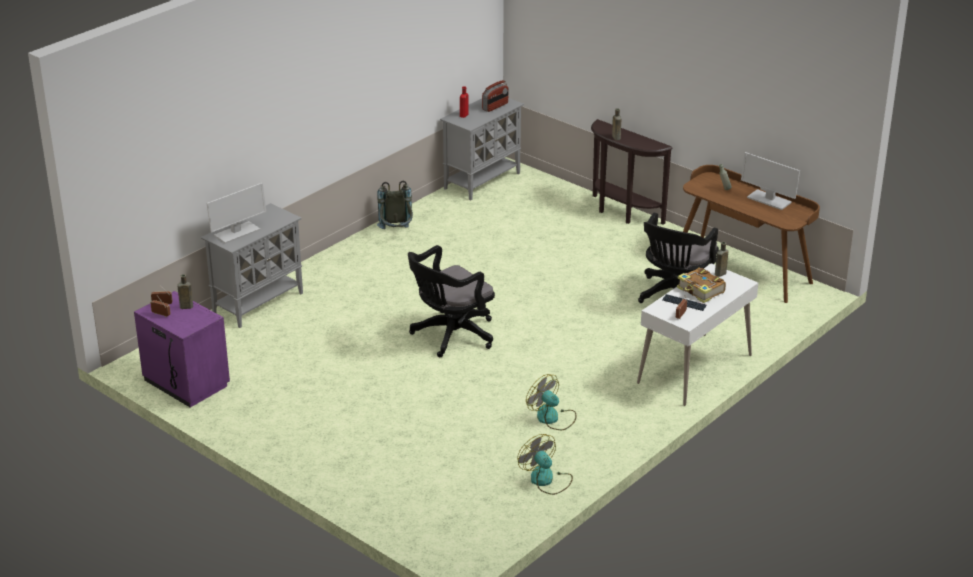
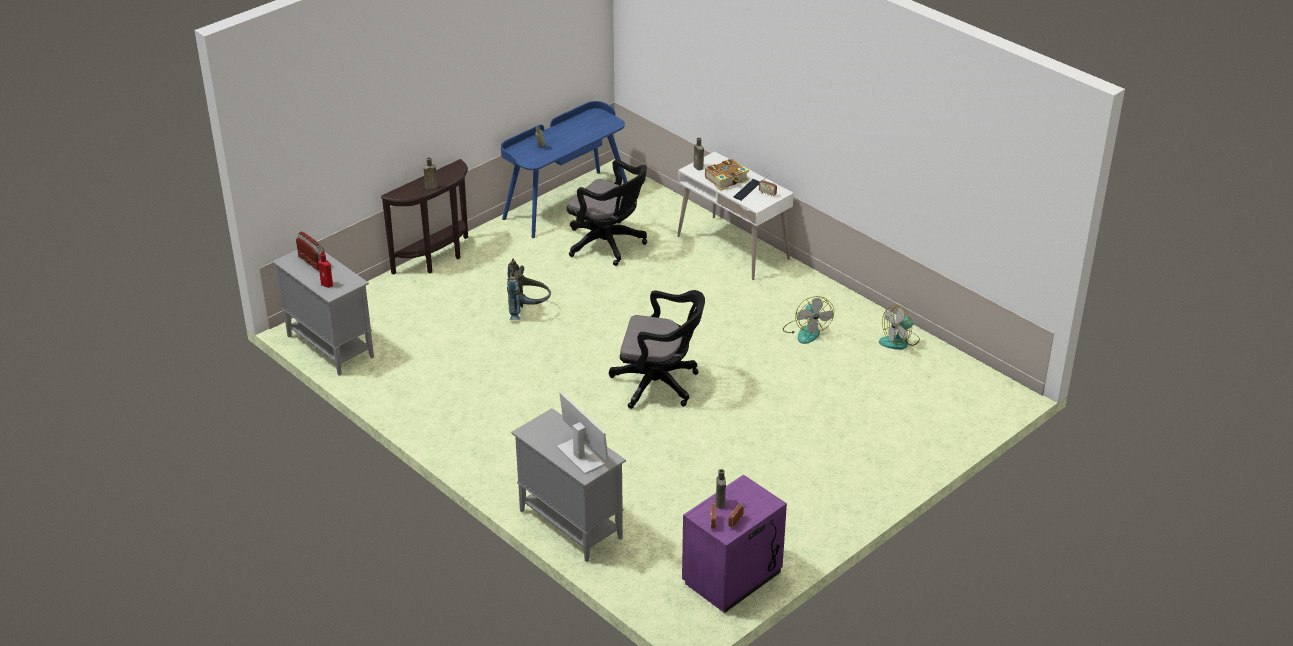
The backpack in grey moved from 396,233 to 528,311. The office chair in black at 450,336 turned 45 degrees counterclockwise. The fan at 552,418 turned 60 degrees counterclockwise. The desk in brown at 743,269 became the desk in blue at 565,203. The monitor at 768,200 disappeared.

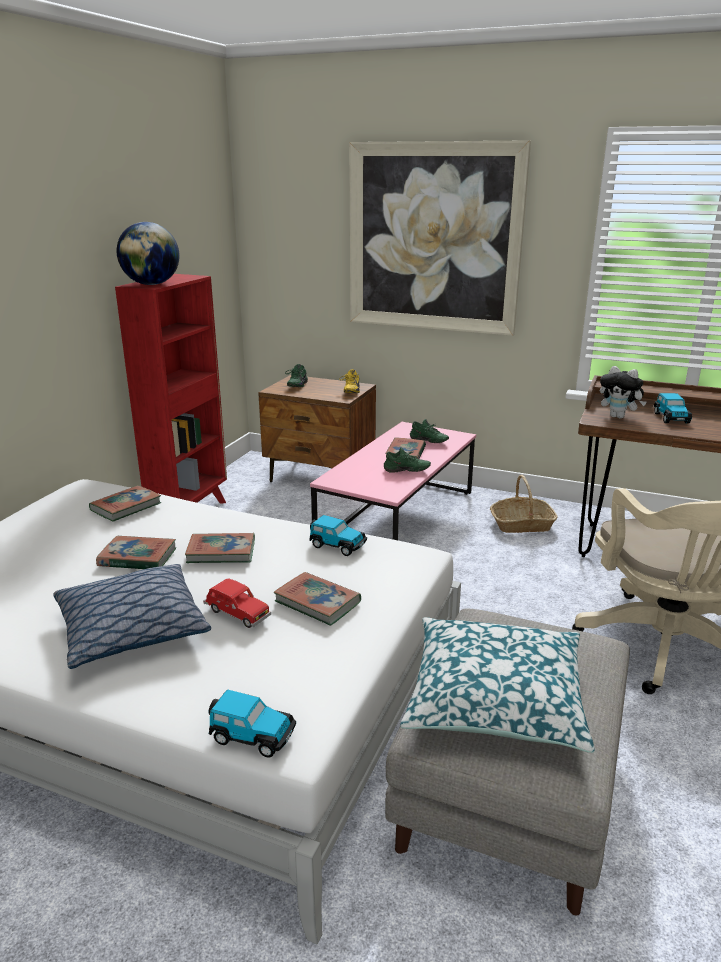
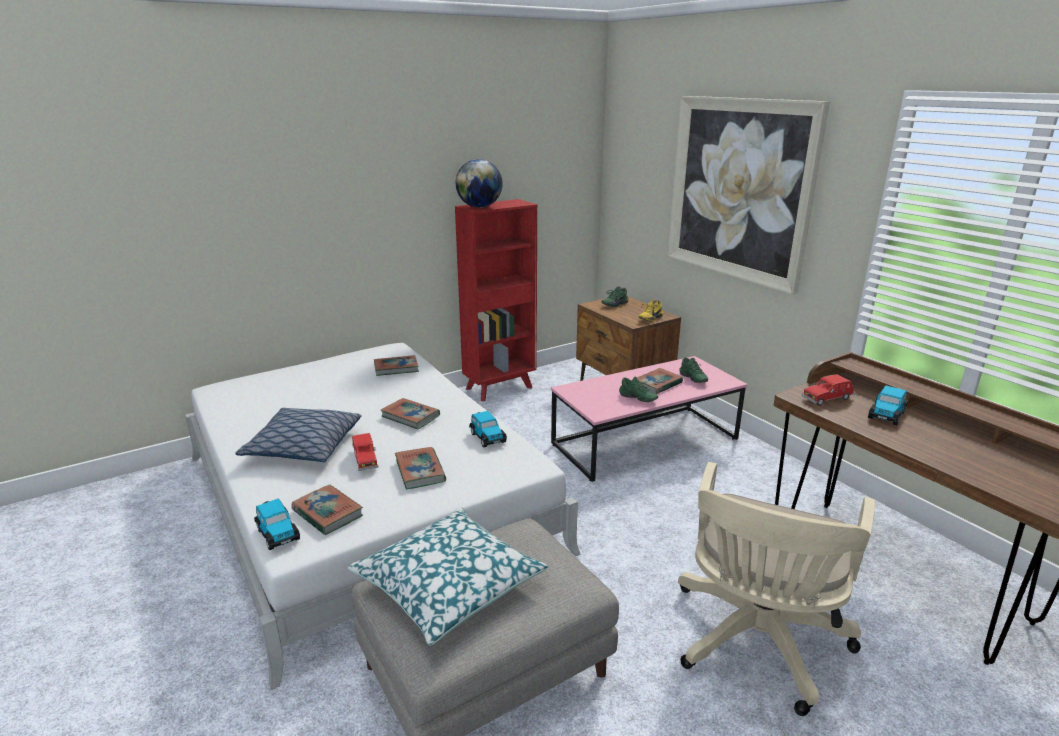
The book moved from 137,558 to 327,513. The basket at 522,524 disappeared. The plush toy at 619,417 was replaced by the toy car in red at 827,399.

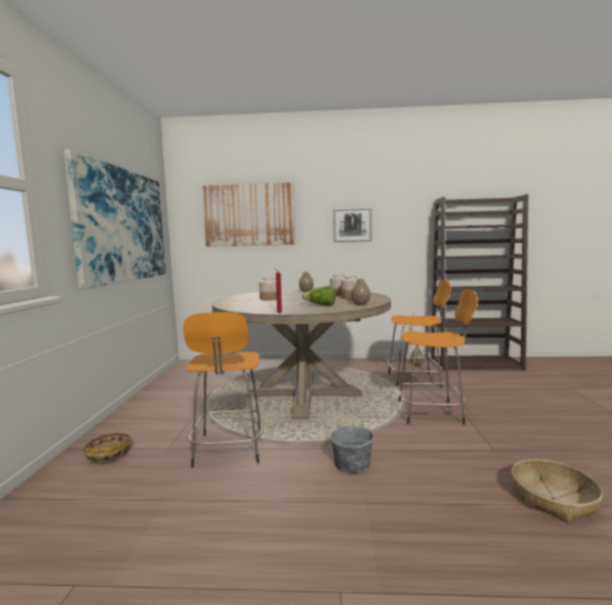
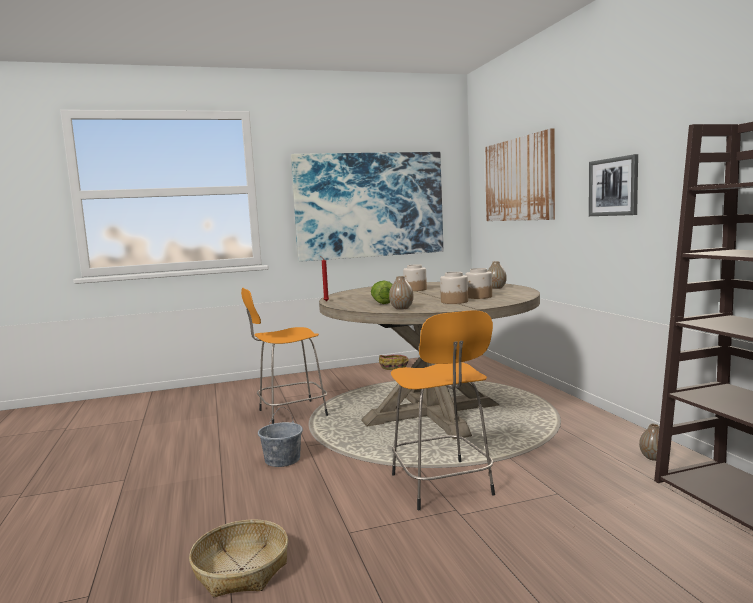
The basket moved from 108,454 to 394,366. The stool in orange at 416,380 disappeared.

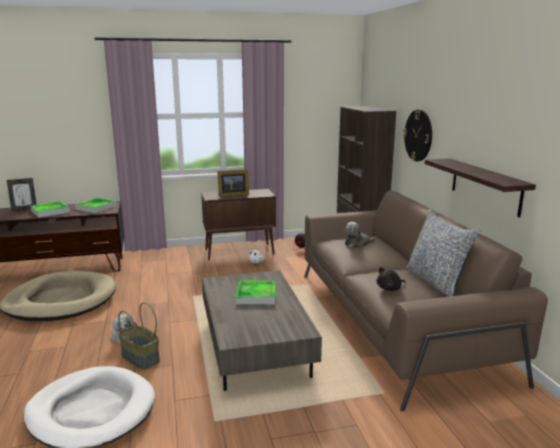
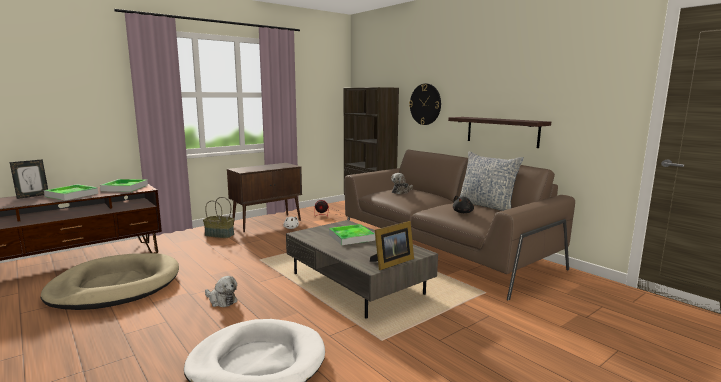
The basket moved from 139,358 to 219,235. The picture frame moved from 232,195 to 391,263.

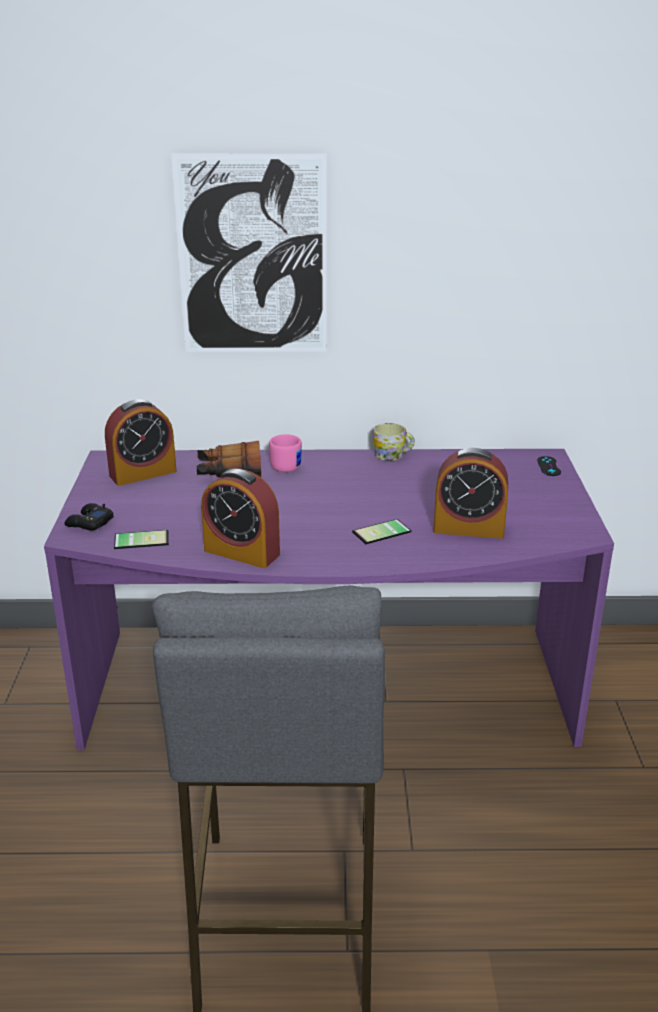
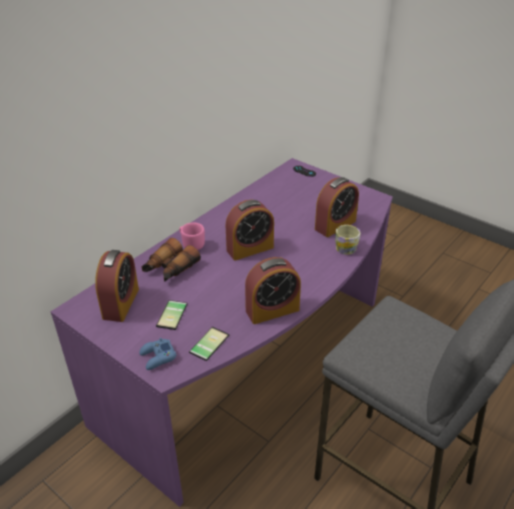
The game controller in black at 89,523 became the game controller in blue at 157,357. The picture at 252,257 disappeared. The phone moved from 383,533 to 174,315. The mug moved from 393,455 to 347,247. The alarm clock at 250,249 appeared.

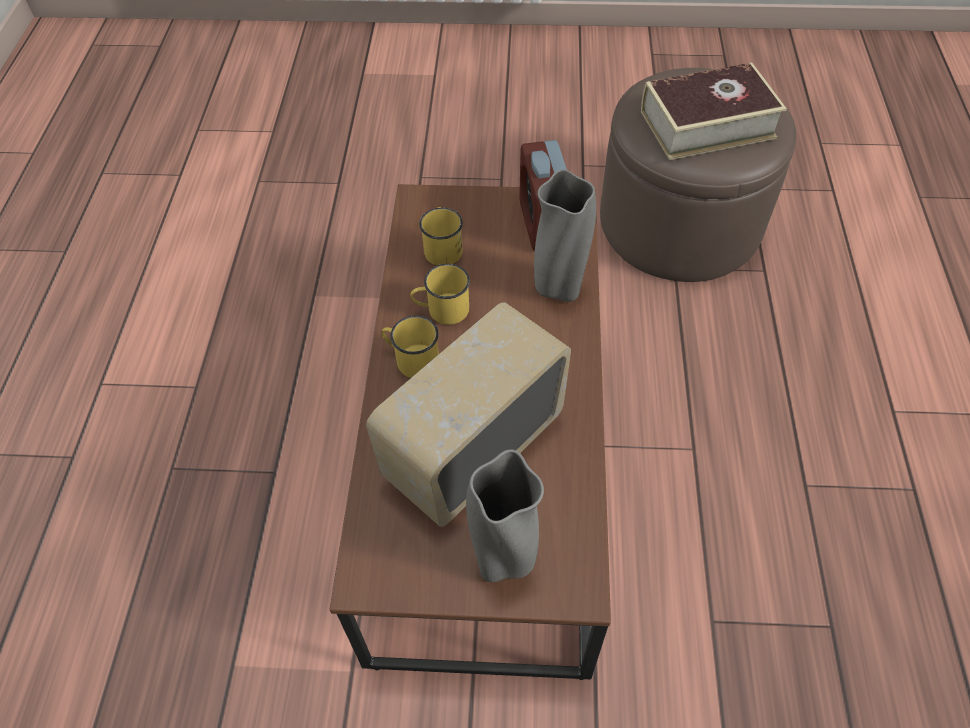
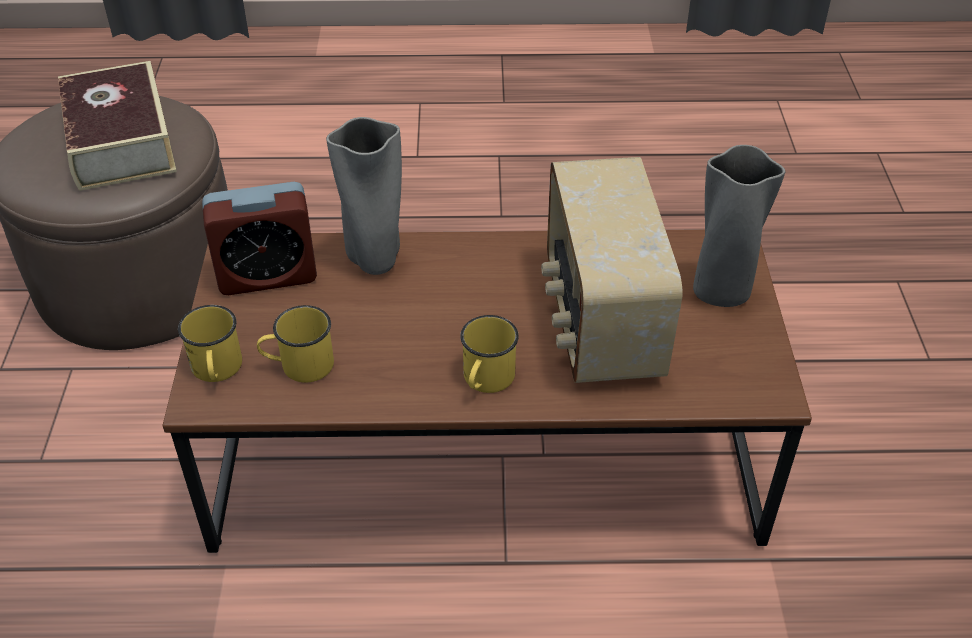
The radio at 472,447 turned 45 degrees clockwise. The mug in yellow moved from 442,310 to 217,370.

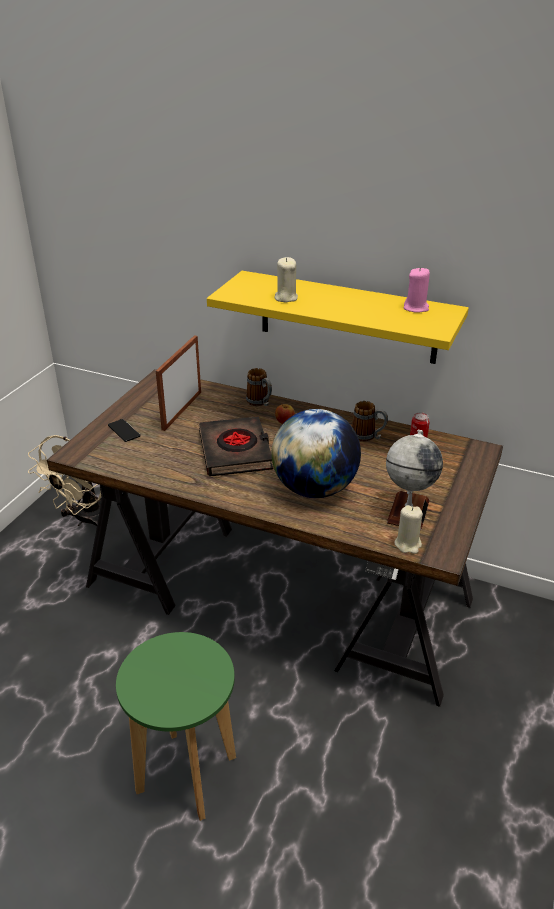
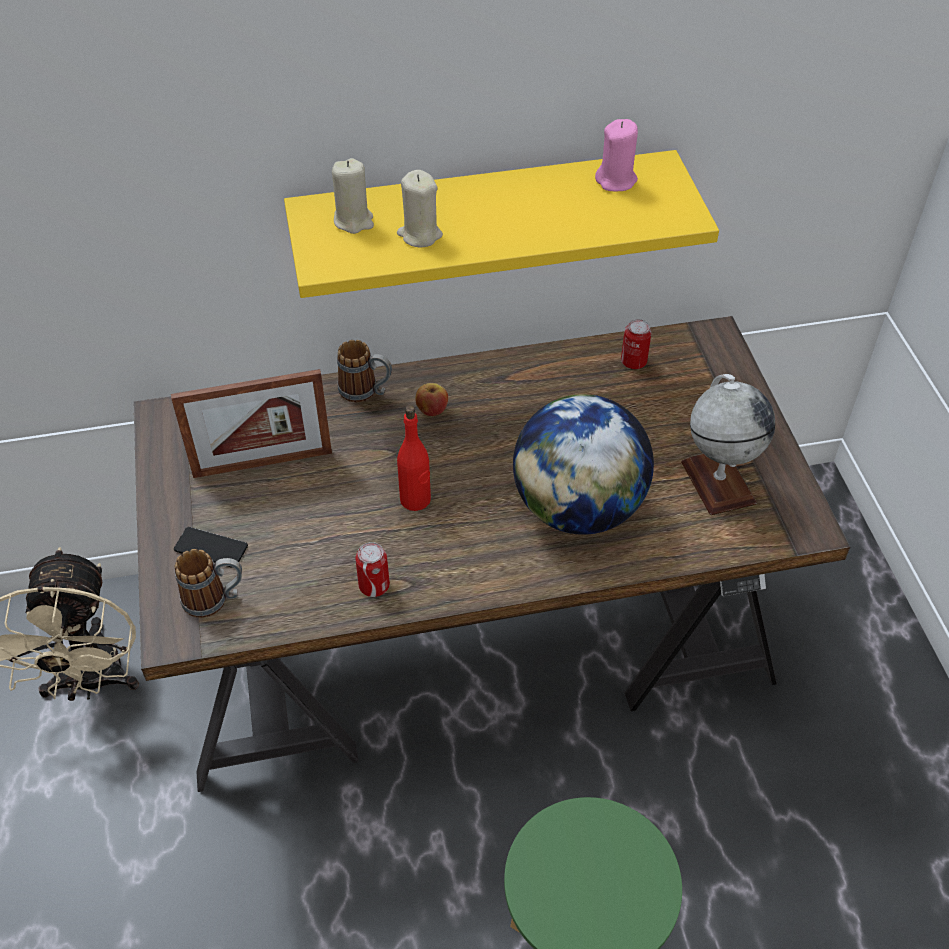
The picture frame at 182,410 turned 90 degrees counterclockwise. The book in black at 235,451 was replaced by the bottle in red at 415,499. The mug moved from 368,437 to 215,599. The candle in beige moved from 408,544 to 354,220. The can at 374,586 appeared.

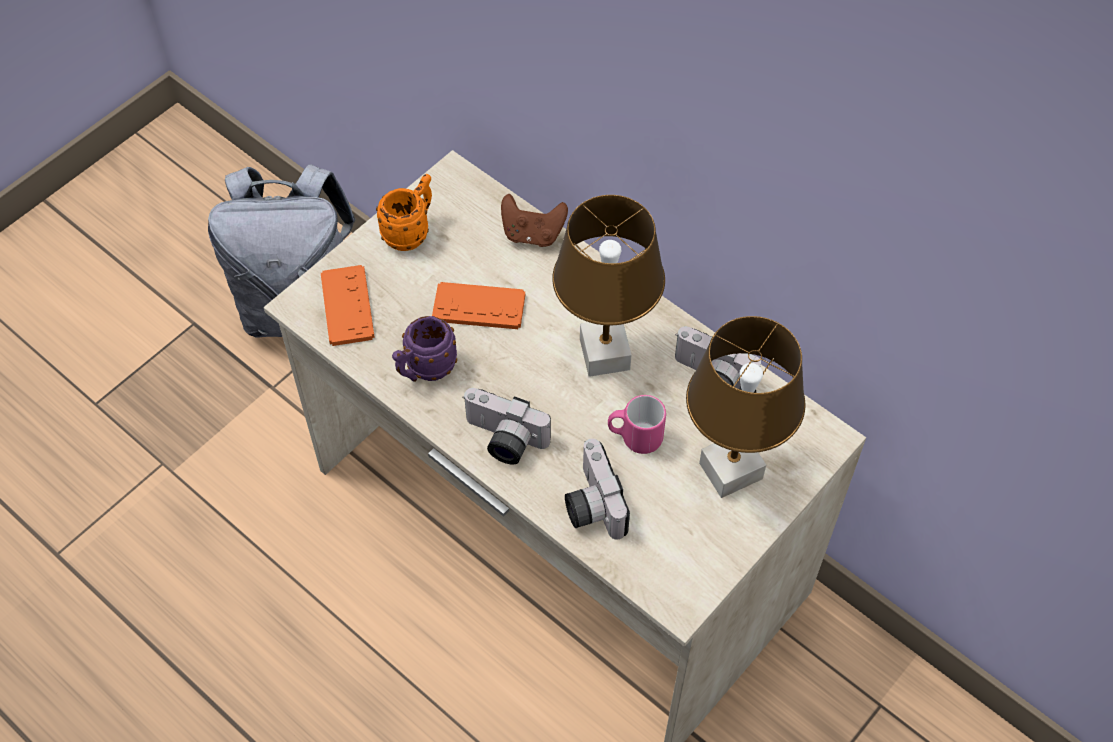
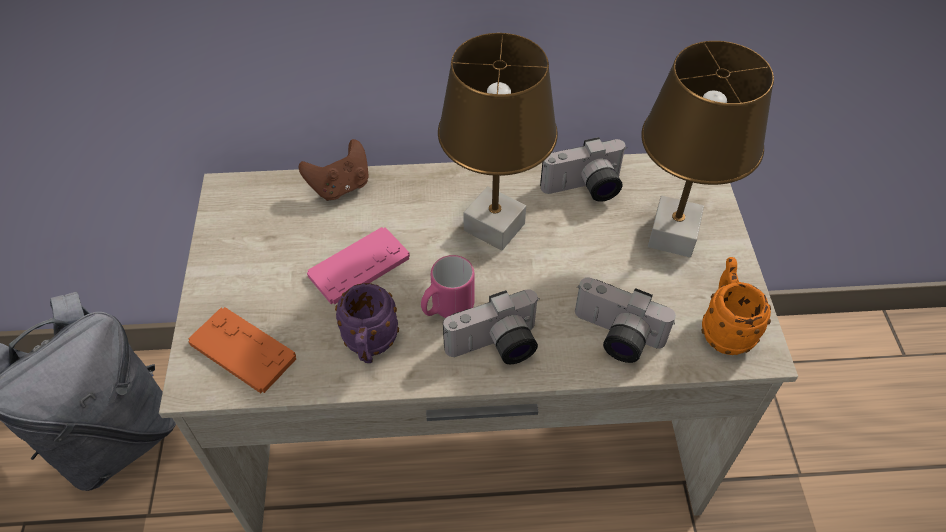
The mug in orange moved from 411,231 to 724,328. The game controller in orange at 479,307 became the game controller in pink at 359,266. The mug in pink moved from 634,437 to 447,308.

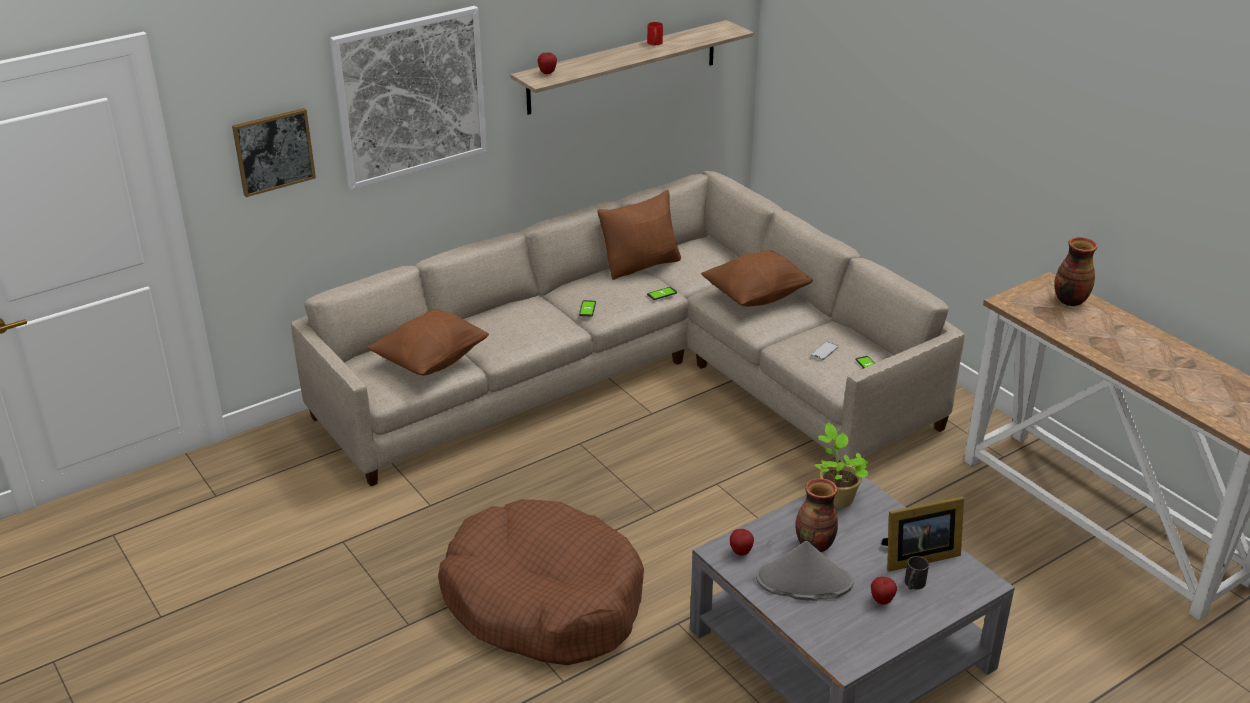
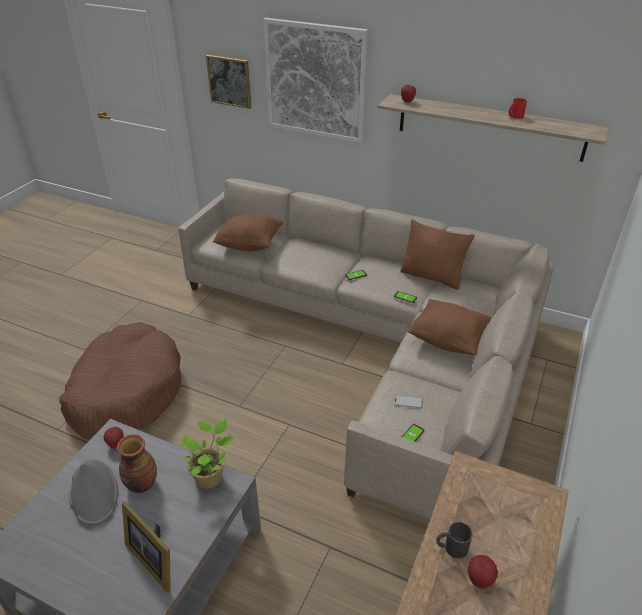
The apple moved from 881,601 to 479,580. The mug in black moved from 913,584 to 451,547. The vase at 1069,300 disappeared.

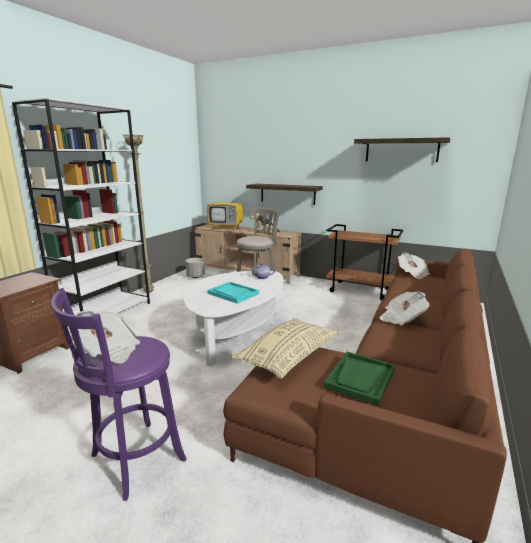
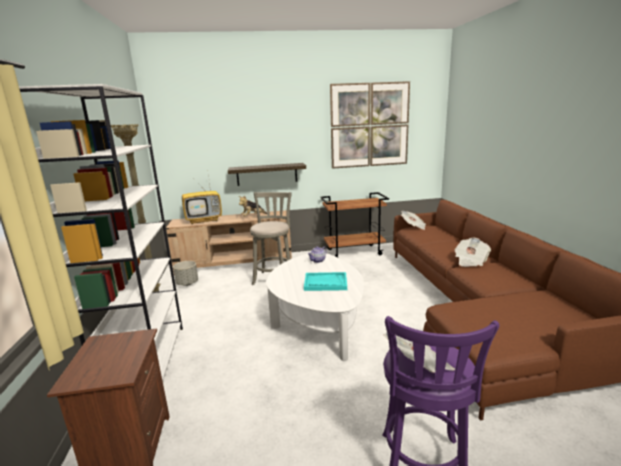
The pillow in beige at 288,356 disappeared. The tray in green at 360,378 disappeared. The shelf at 401,150 was replaced by the picture at 369,125.

